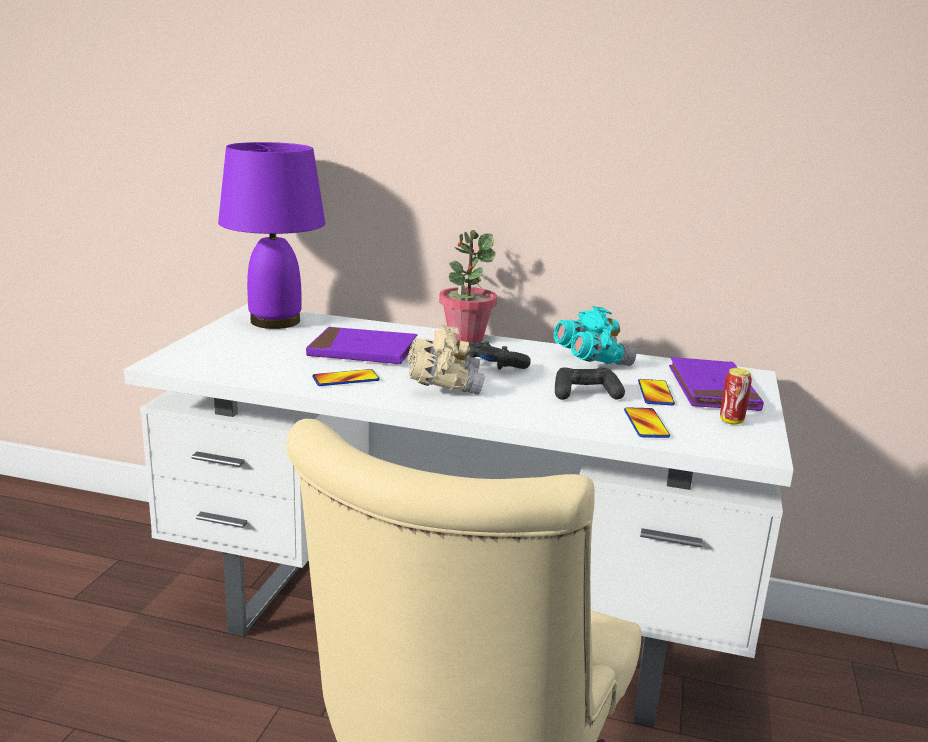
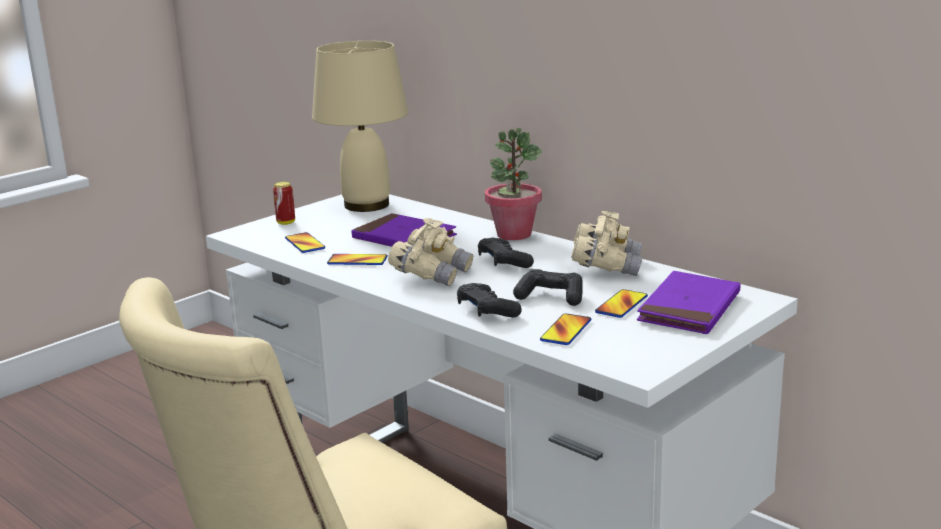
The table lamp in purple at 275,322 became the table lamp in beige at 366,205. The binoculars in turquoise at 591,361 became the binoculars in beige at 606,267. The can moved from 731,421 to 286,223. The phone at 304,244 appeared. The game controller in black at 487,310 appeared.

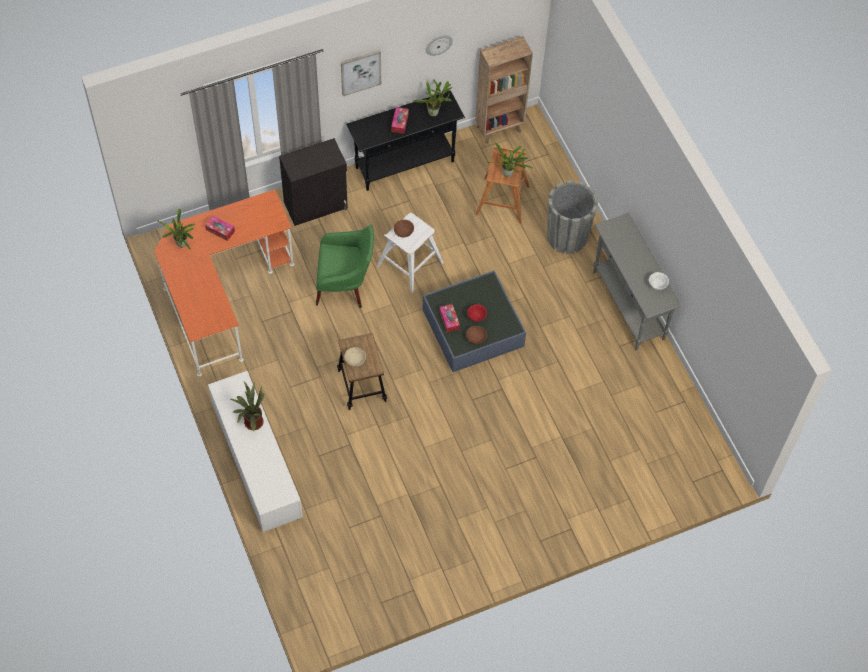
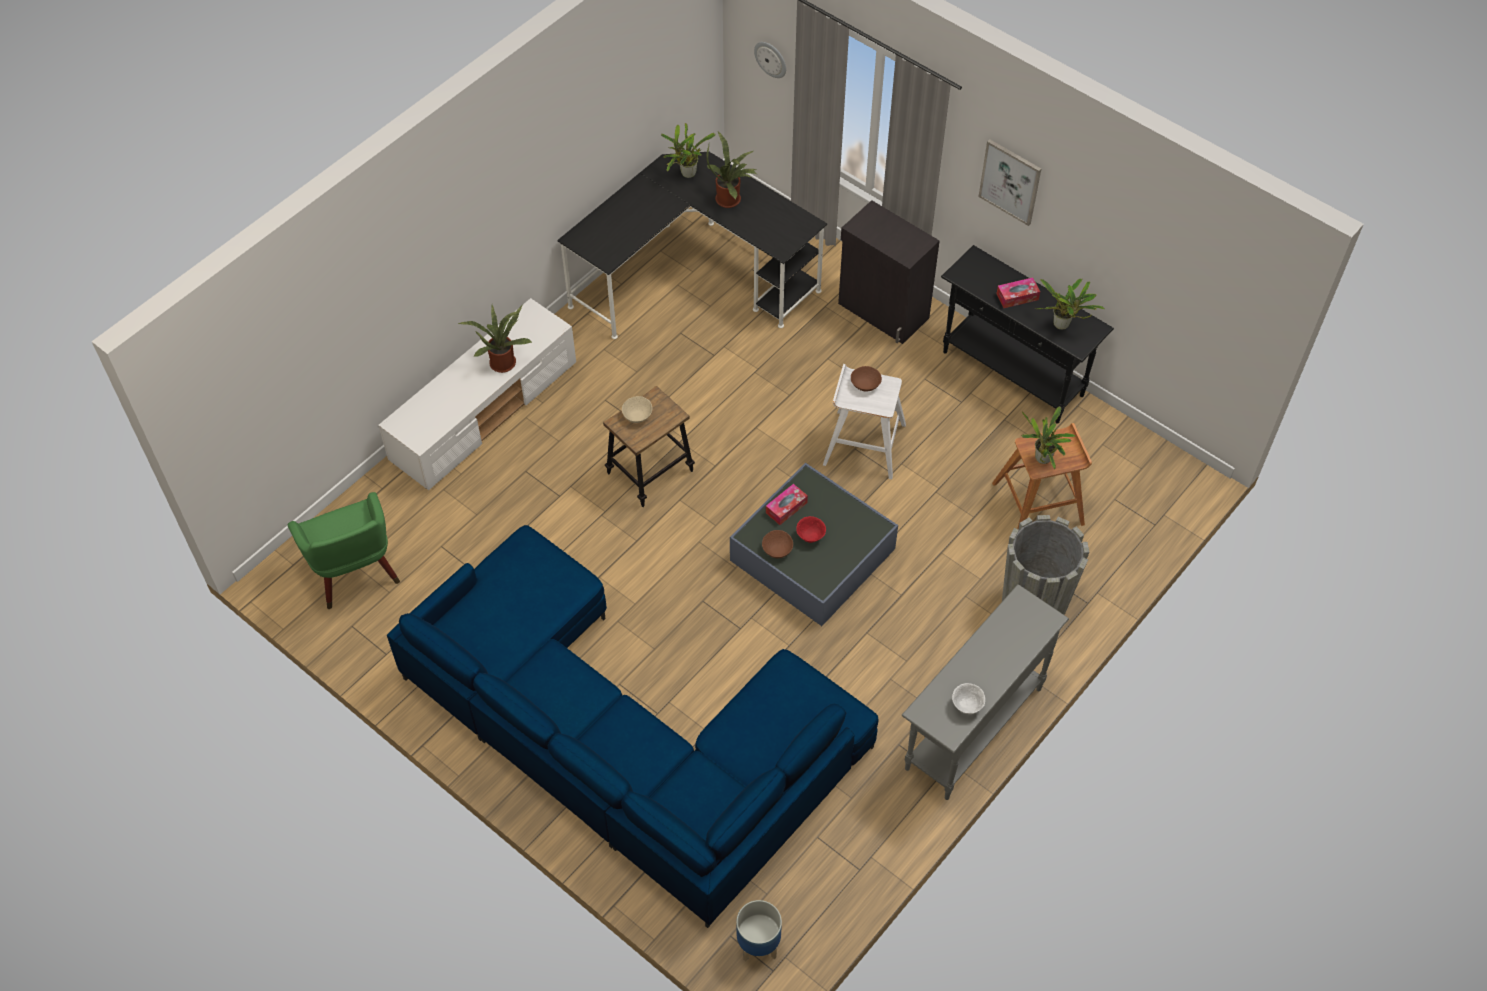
The desk in orange at 220,294 became the desk in black at 693,277. The tissue box at 220,230 was replaced by the potted plant at 731,199. The armchair in green moved from 345,286 to 355,574. The wall clock moved from 438,44 to 771,59. The bookcase in brown at 499,129 disappeared. The sofa in blue at 627,739 appeared. The planter at 757,944 appeared.

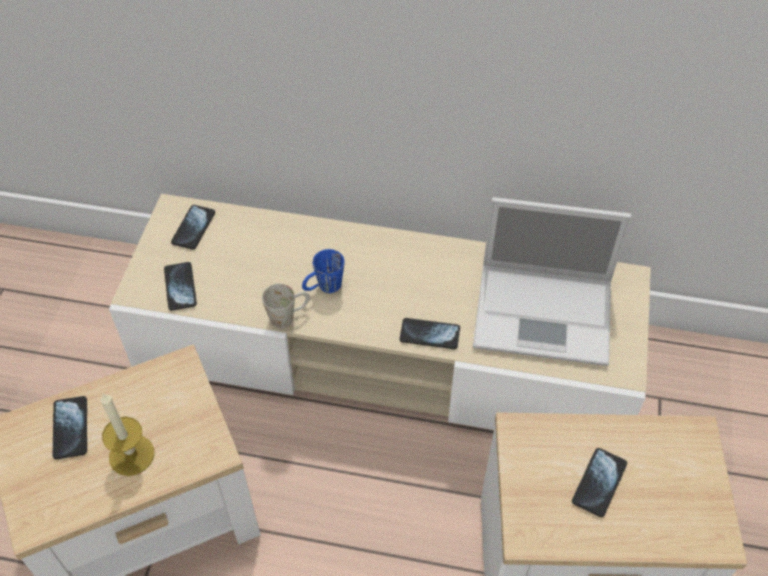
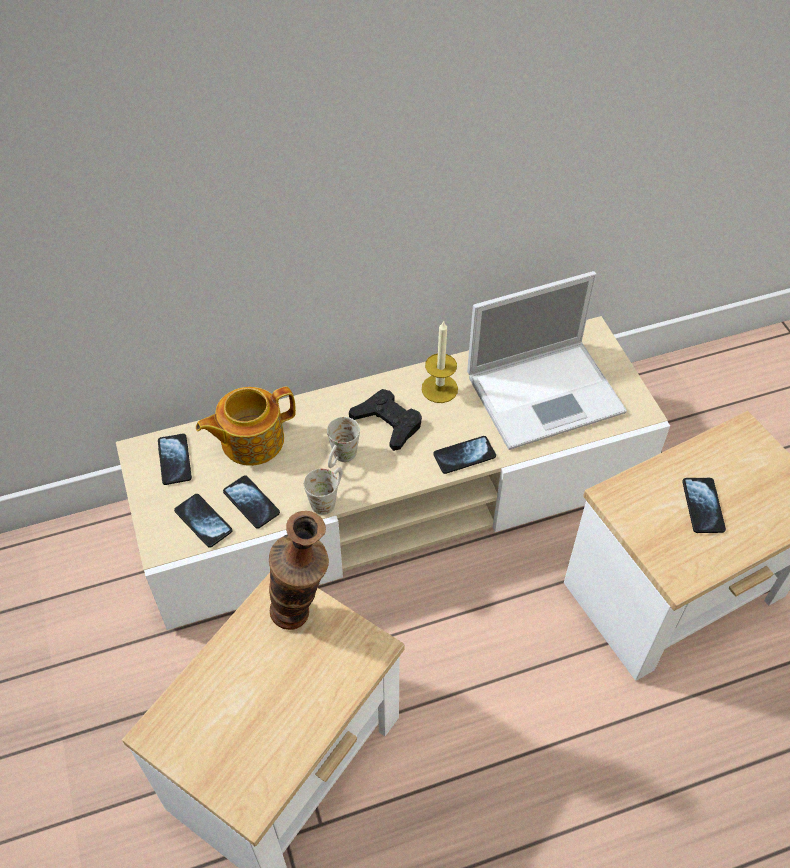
The phone moved from 70,428 to 251,503. The candle moved from 131,455 to 439,388. The mug in blue at 323,288 became the mug in white at 341,459. The teapot at 250,440 appeared. The vase at 302,618 appeared. The game controller in black at 388,423 appeared.

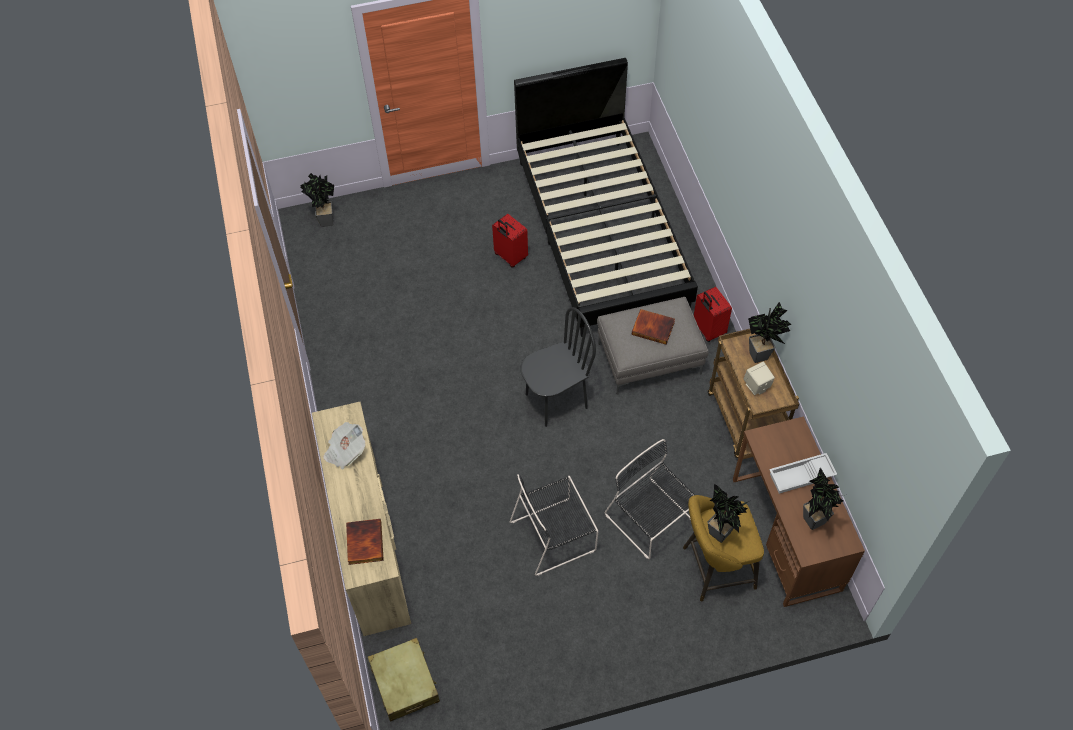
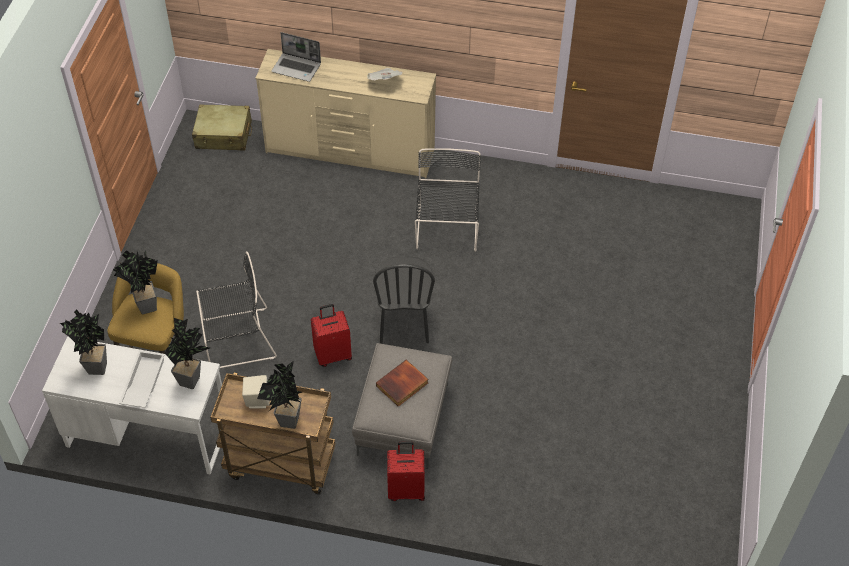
The potted plant moved from 324,220 to 192,378. The book at 364,542 was replaced by the laptop at 297,68. The suitcase in red moved from 510,257 to 333,354. The chair in black moved from 555,535 to 447,230. The bed in black at 601,233 disappeared. The desk in brown at 785,534 became the desk in white at 148,433.

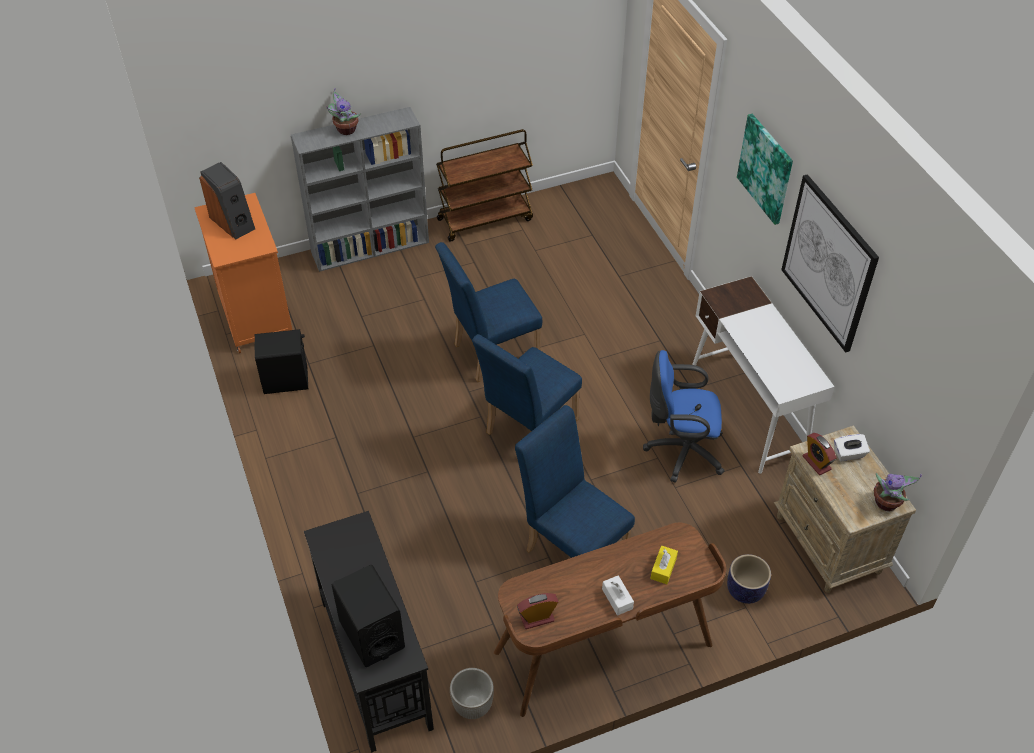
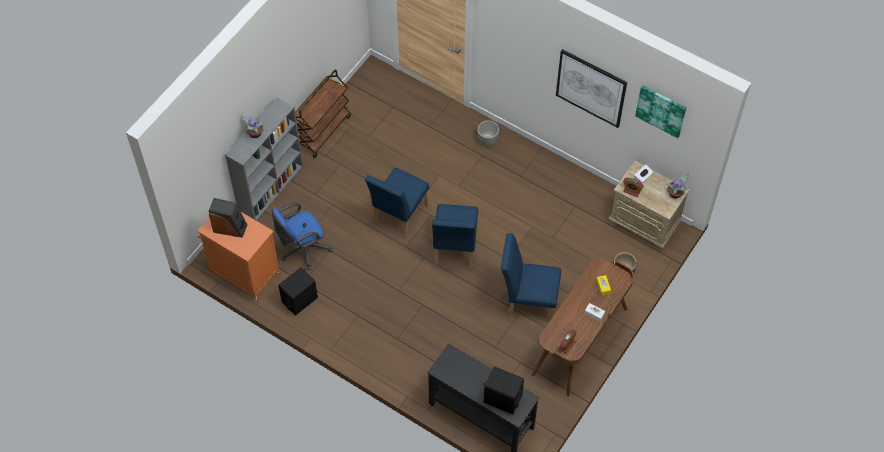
The planter moved from 472,705 to 487,140. The office chair in blue moved from 680,451 to 302,249. The desk in white at 748,412 disappeared. The picture moved from 766,168 to 661,110.

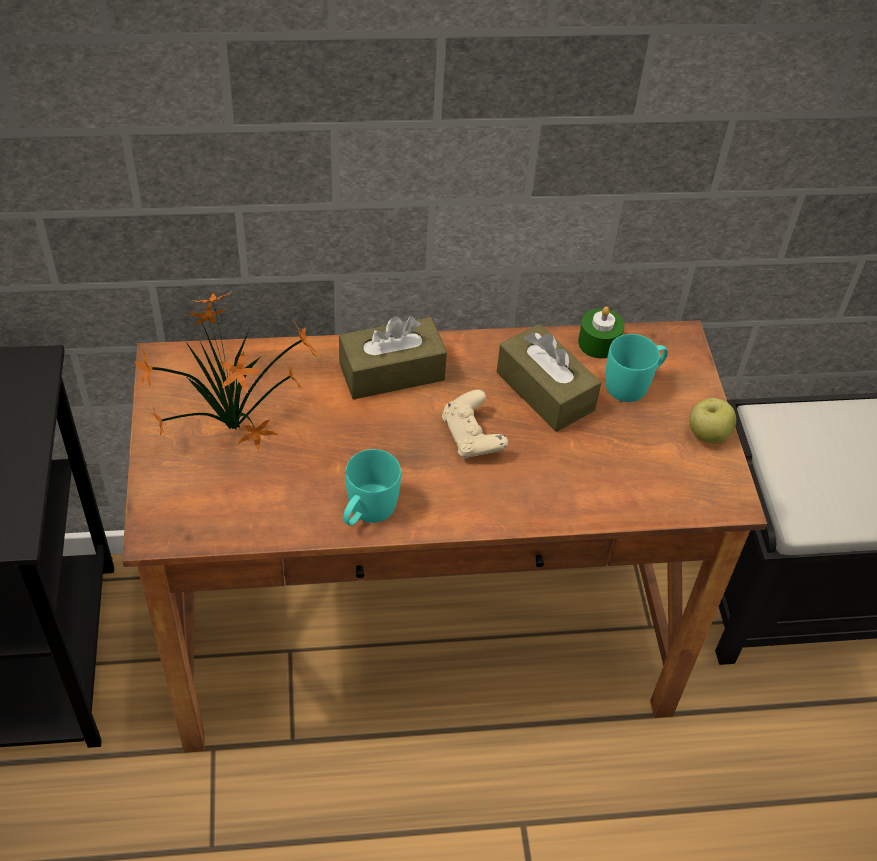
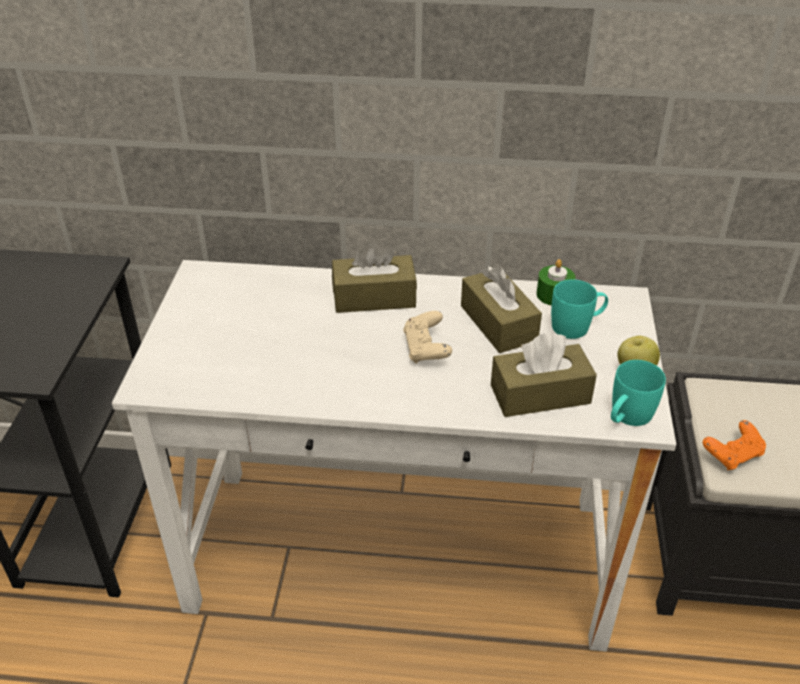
The desk in brown at 423,637 became the desk in white at 400,553. The potted plant at 240,430 disappeared. The mug in turquoise moved from 367,512 to 627,417. The tissue box in brown at 540,394 appeared. The game controller in orange at 732,455 appeared.

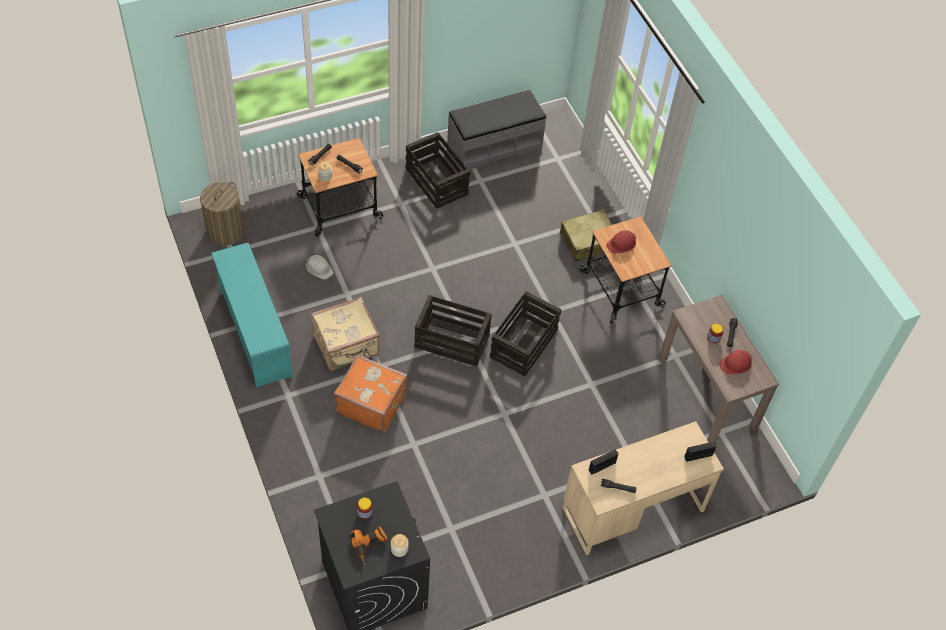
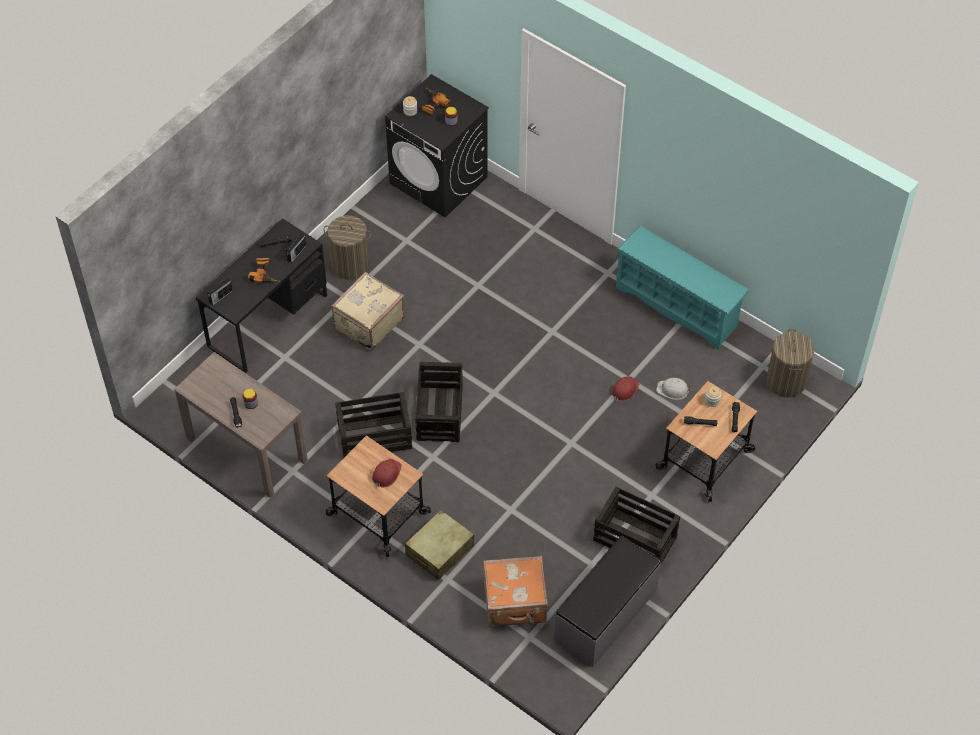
The suitcase in beige moved from 347,346 to 368,323. The suitcase in orange moved from 371,403 to 515,603. The crate moved from 451,341 to 375,436. The desk in beige at 632,509 became the desk in black at 268,320. The hard hat in red moved from 736,364 to 624,389. The power drill at 264,273 appeared. The laundry basket at 350,265 appeared.

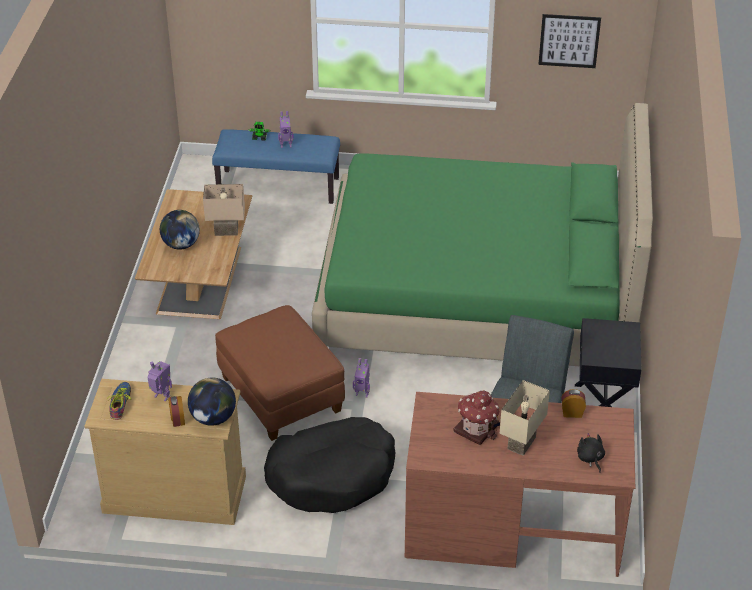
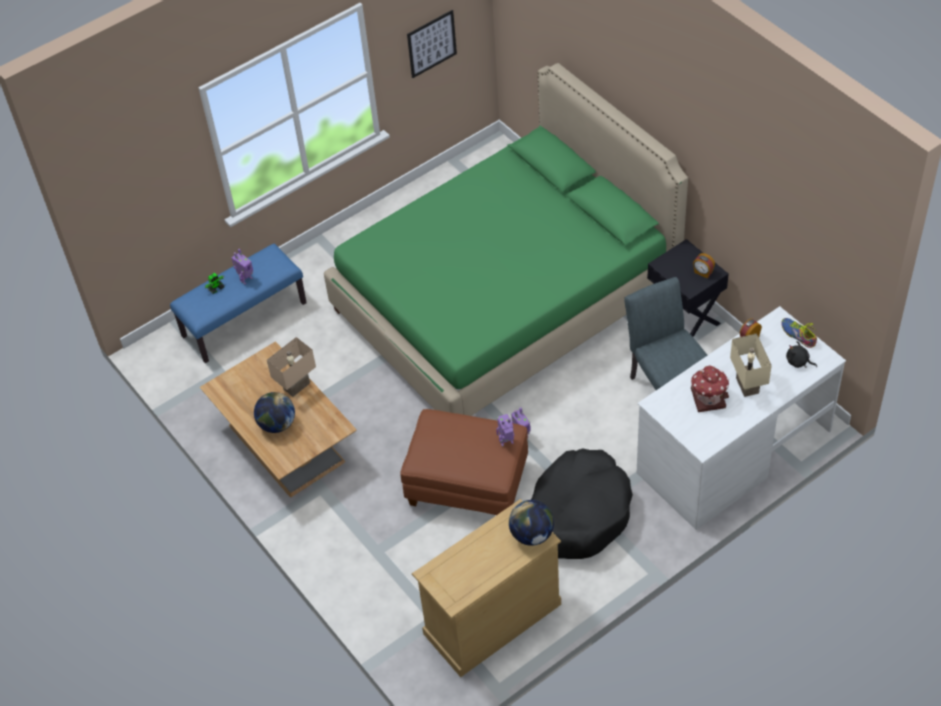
The shoe moved from 120,403 to 798,335. The toy robot moved from 161,397 to 507,442. The alarm clock moved from 177,419 to 703,272. The desk in brown at 512,527 became the desk in white at 733,451.

